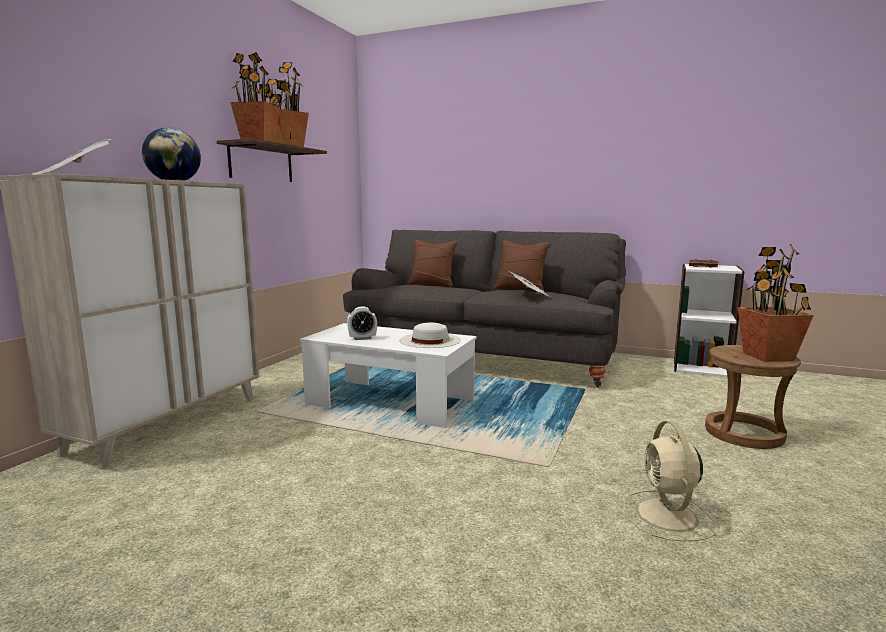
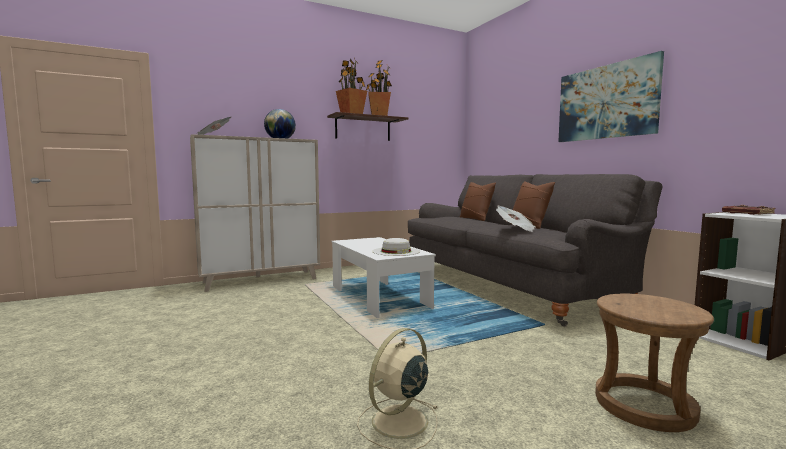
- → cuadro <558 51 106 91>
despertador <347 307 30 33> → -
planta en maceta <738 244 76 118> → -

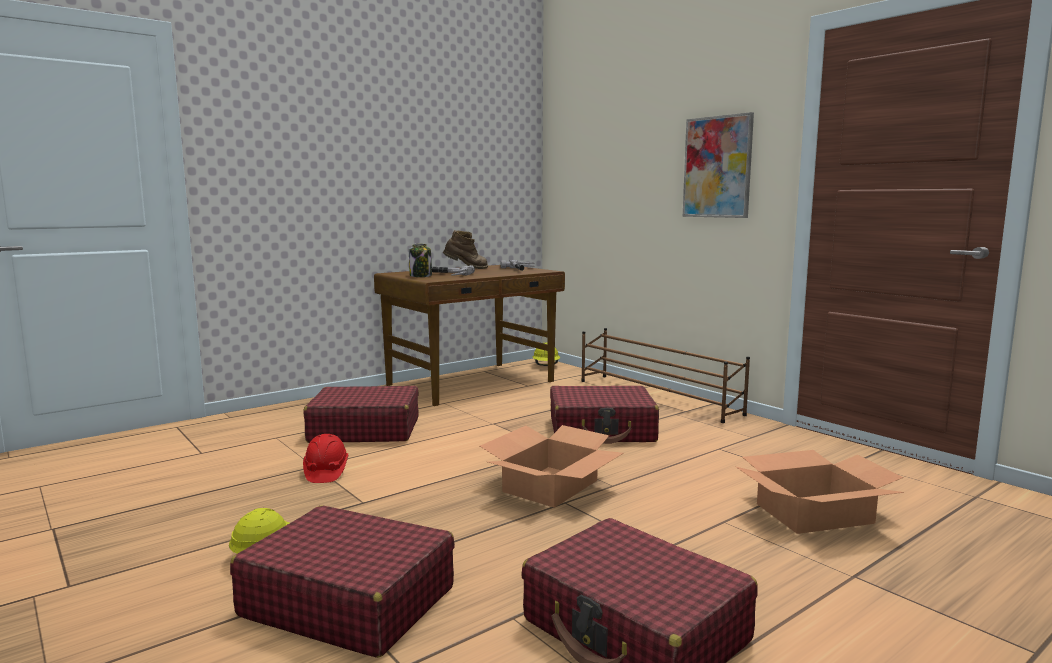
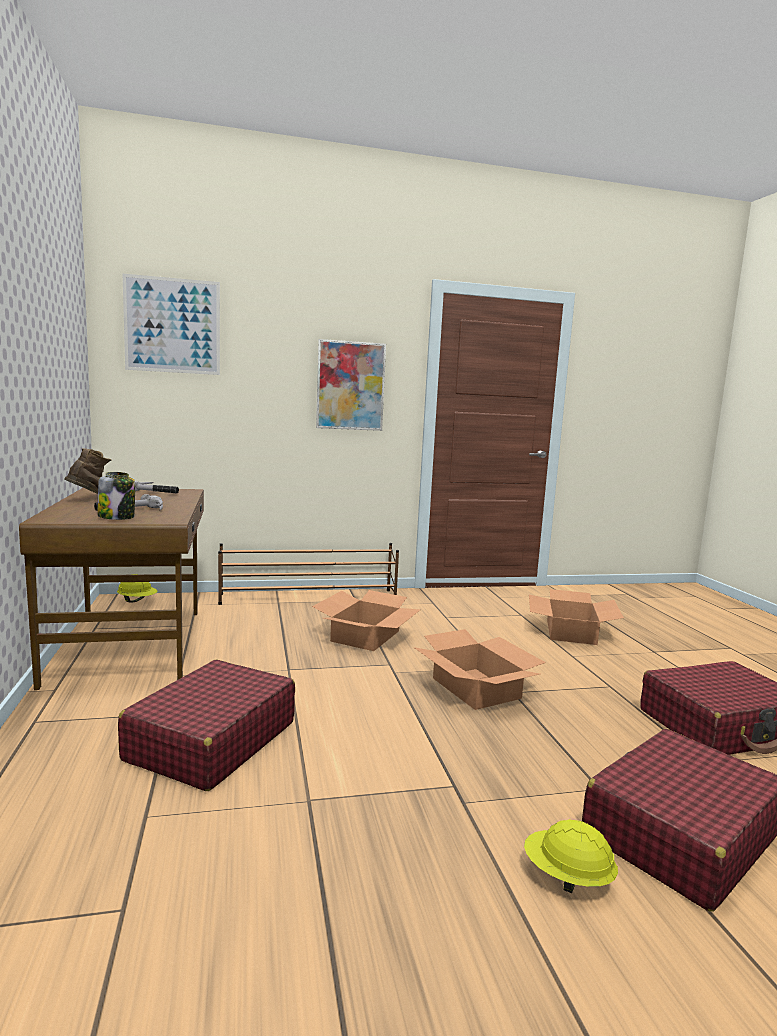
- → cuadro <123 274 97 101>
maleta (rojo) <550 386 109 58> → caja de cartón <312 590 109 61>
casco (rojo) <303 434 45 49> → -

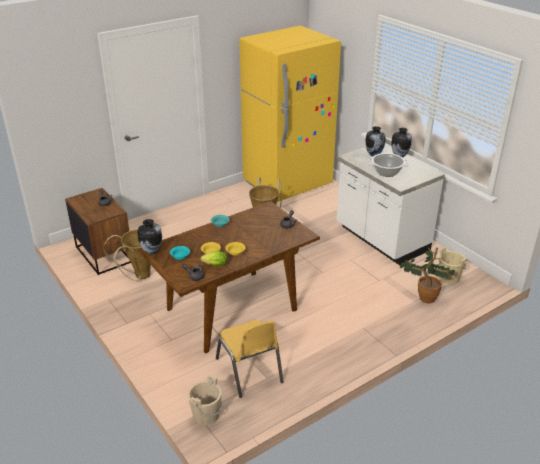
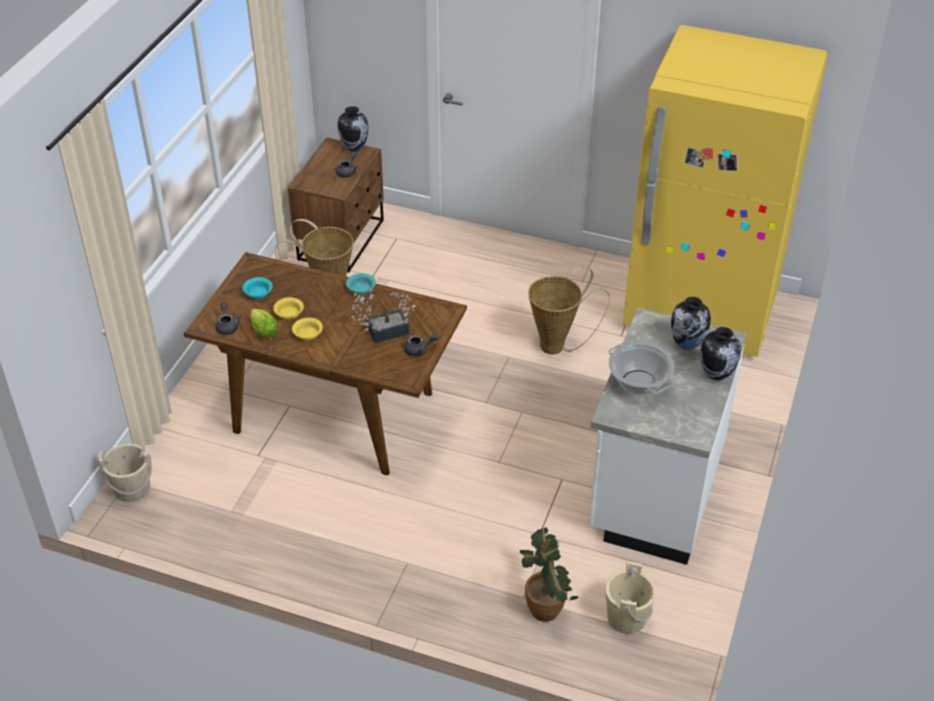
florero <137 219 25 35> → florero <338 106 30 46>, relocated
- → planta en maceta <352 289 63 54>
silla (amarillo) <216 320 68 78> → -

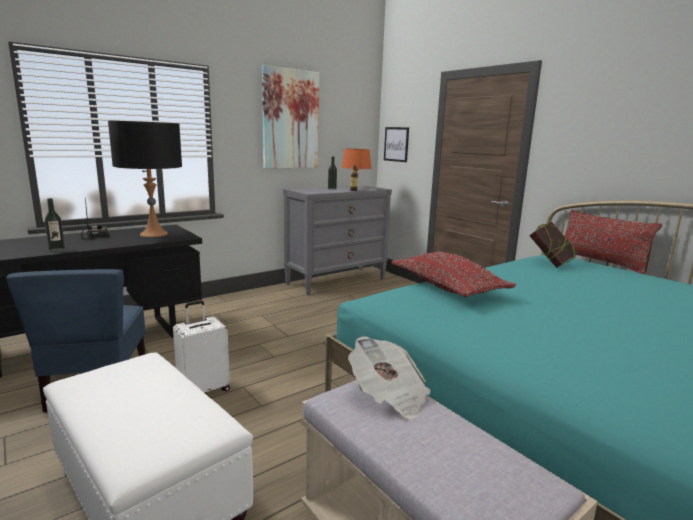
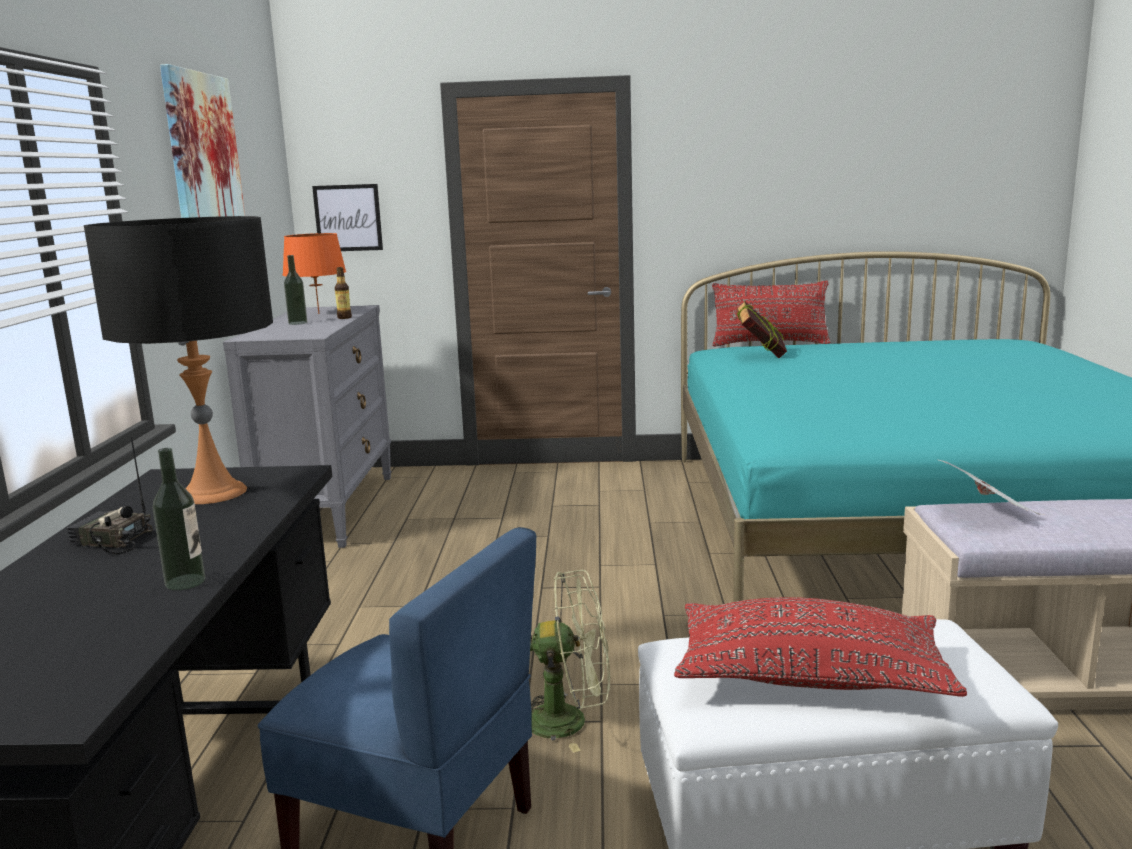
maleta (blanco) <173 301 57 92> → ventilador (verde) <530 570 80 183>
cojín (rojo) <391 252 125 45> → cojín (rojo) <674 597 293 100>, relocated

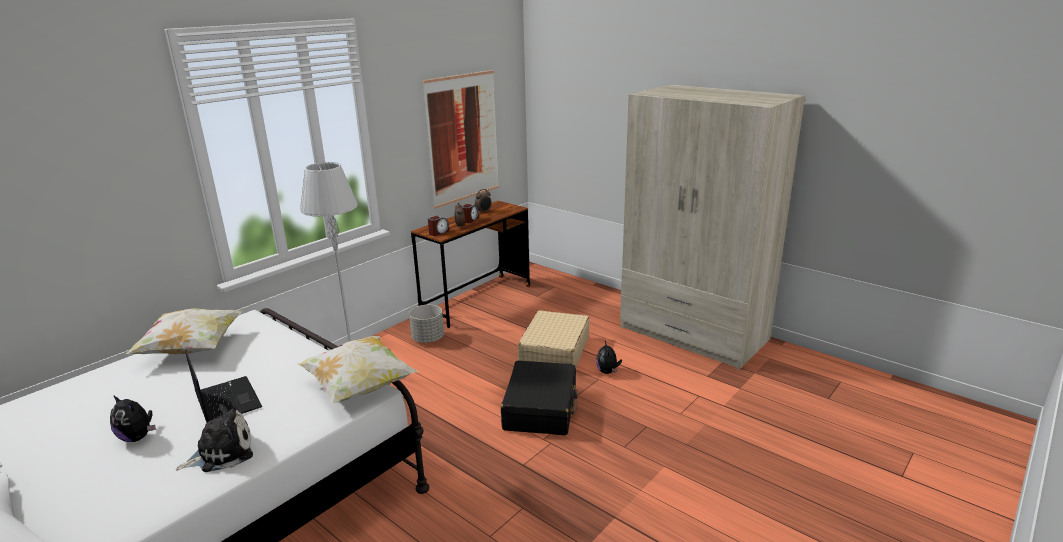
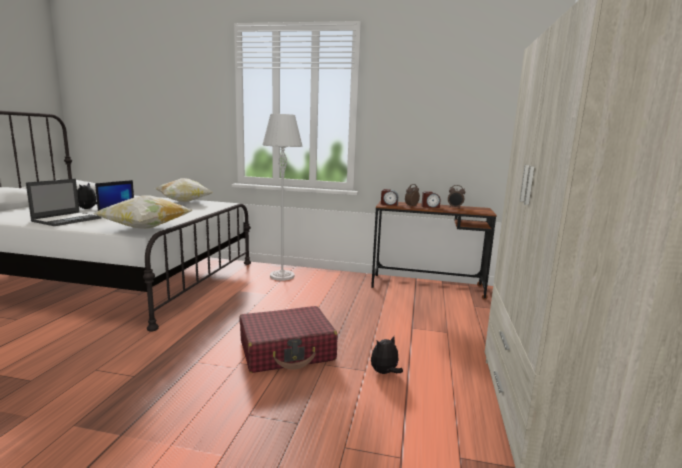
peluche <176 404 77 68> → portátil <26 179 76 47>
maleta (negro) <501 361 77 74> → maleta (rojo) <240 306 97 67>
maceta (gris) <409 305 35 38> → -
cuadro <422 70 77 139> → -
maleta (beis) <518 310 71 57> → -

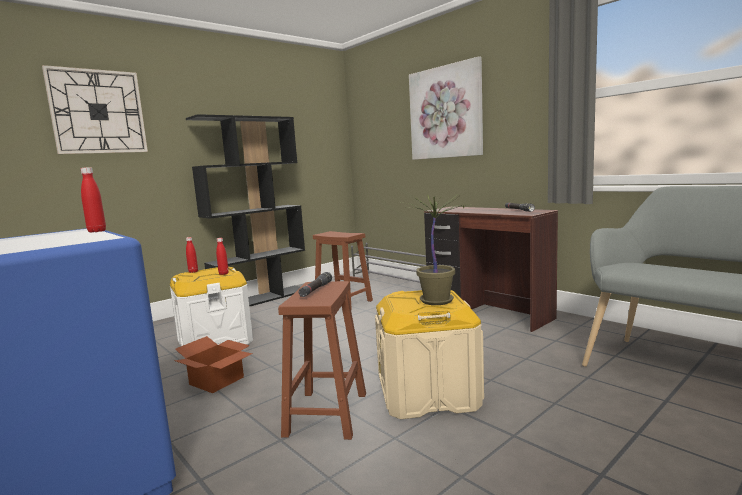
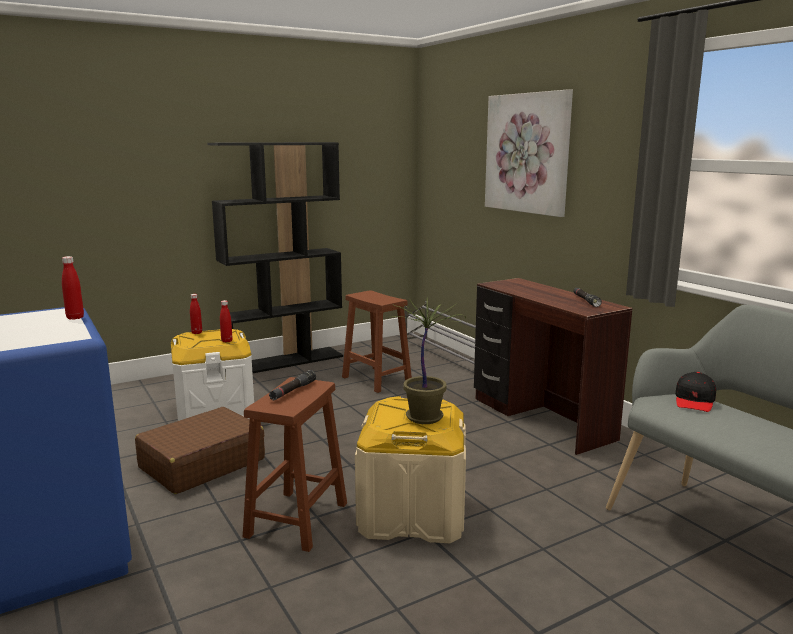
caja de cartón <174 336 79 57> → maleta (marrón) <135 407 130 87>
- → gorra (negro) <675 372 41 40>
reloj de pared <42 65 106 89> → -

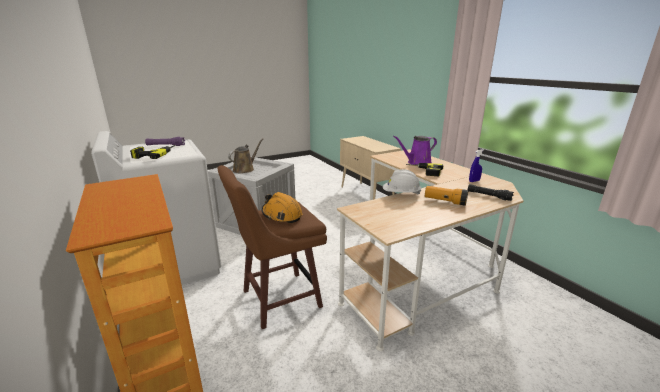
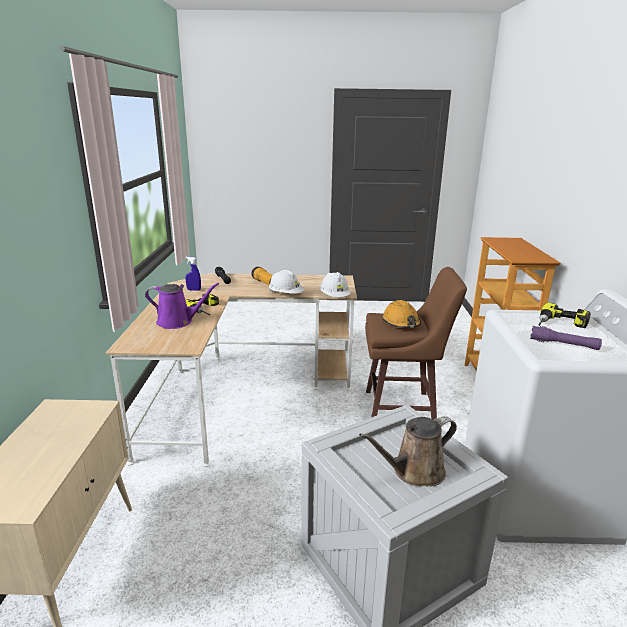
- → casco (blanco) <320 272 31 25>

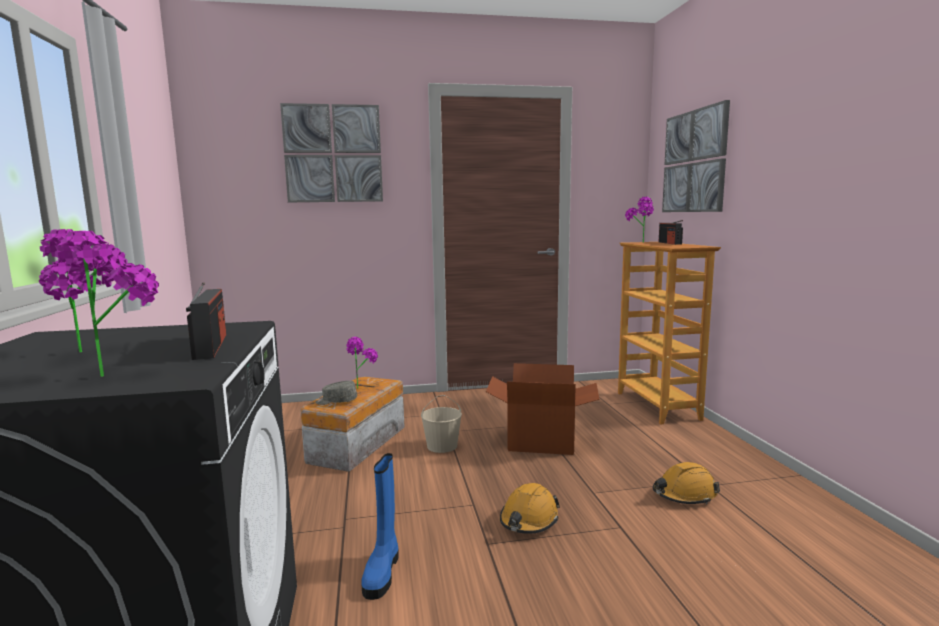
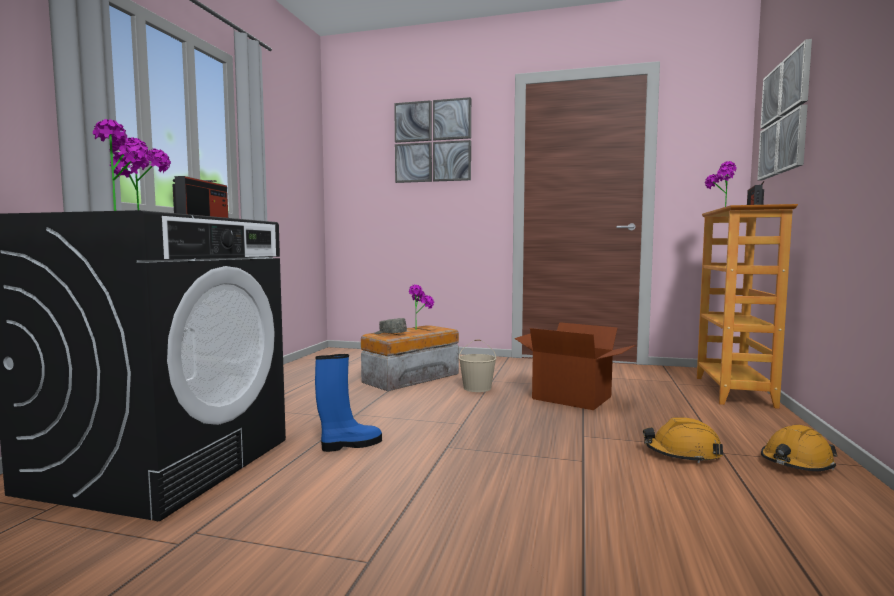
bota (azul) <361 453 38 147> → bota (azul) <315 354 67 98>, 150 degrees counterclockwise
casco (naranja) <500 483 60 51> → casco (naranja) <761 425 76 46>, relocated

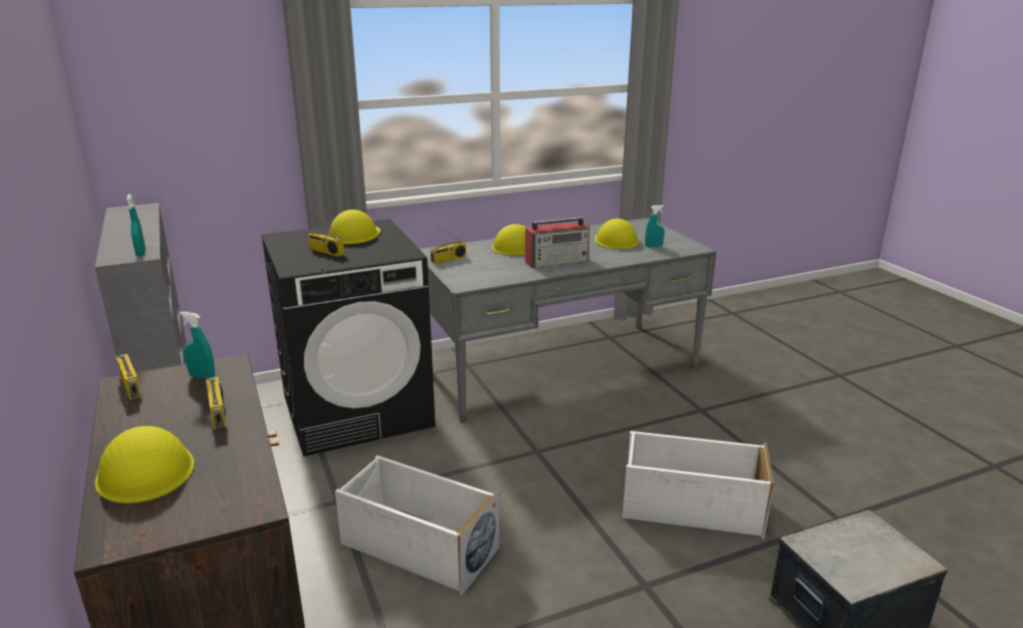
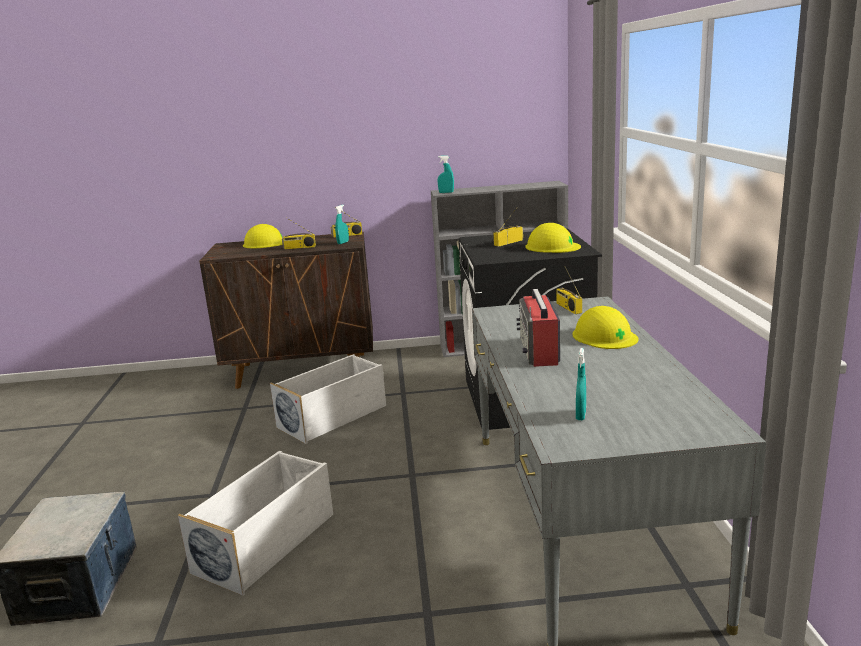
casco (amarillo) <595 219 44 30> → -

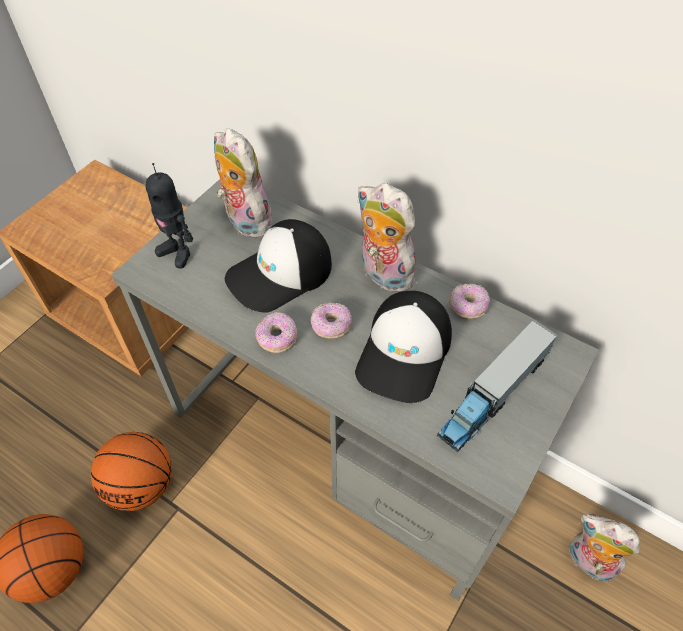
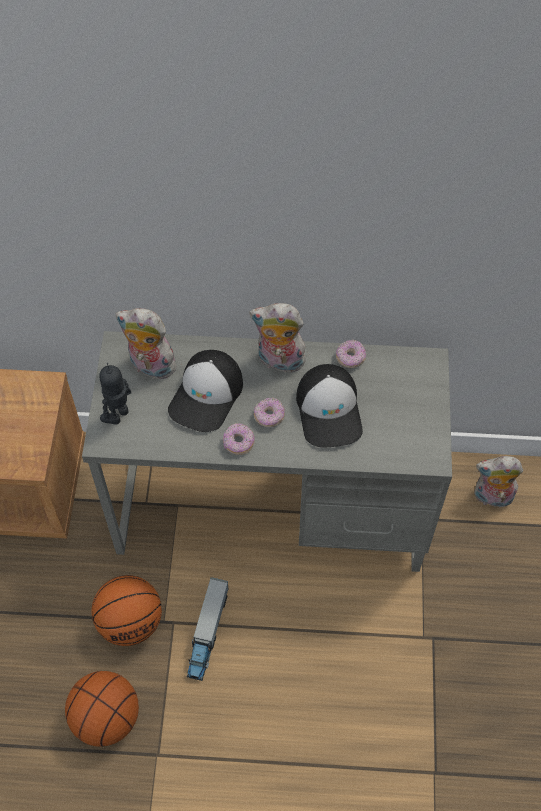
robot de juguete <146 163 47 105> → robot de juguete <99 363 32 62>, 120 degrees clockwise
camión de juguete <437 319 121 133> → camión de juguete <187 577 41 104>, relocated

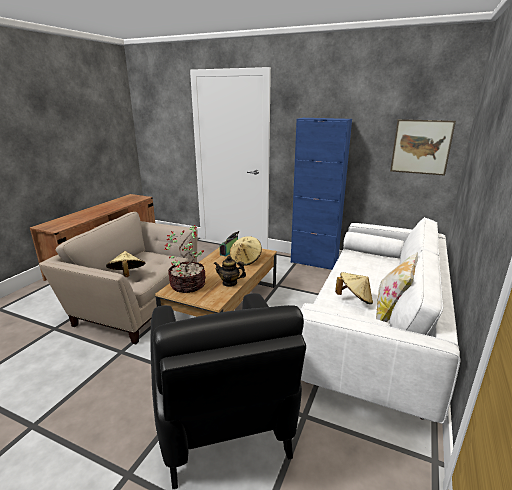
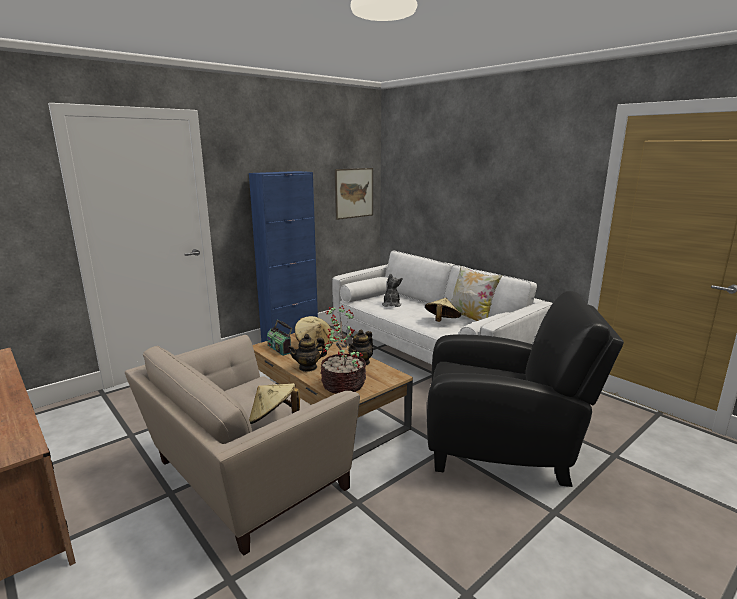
- → tetera <288 334 39 38>
- → peluche <382 273 20 34>

